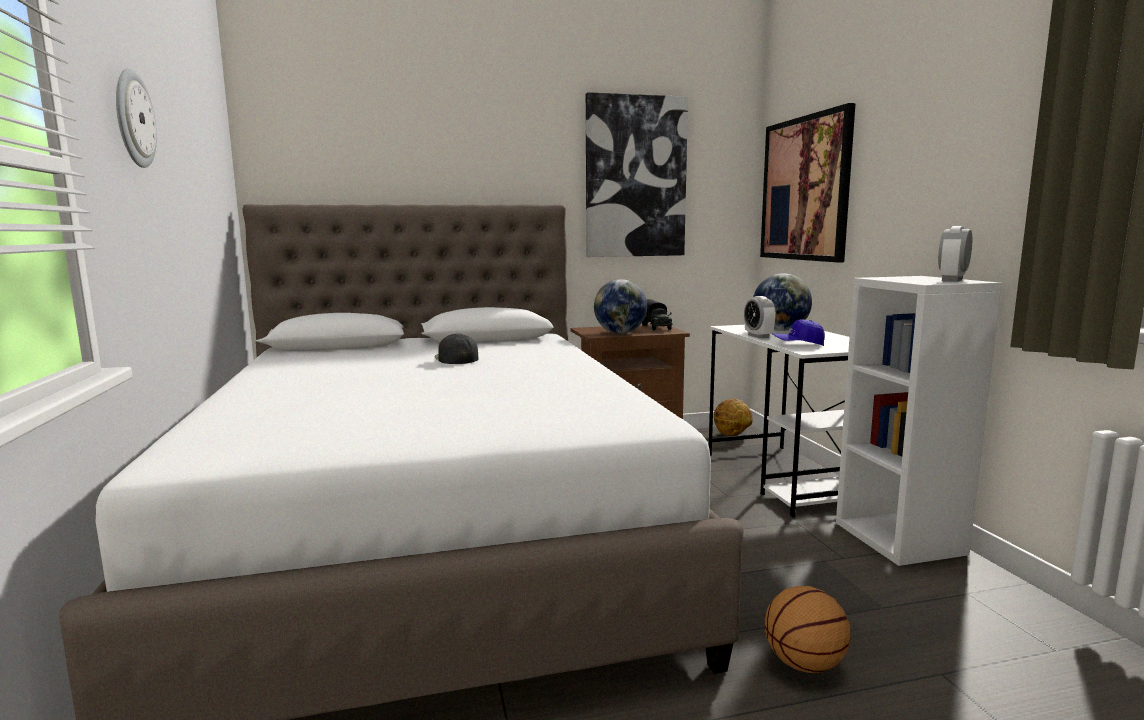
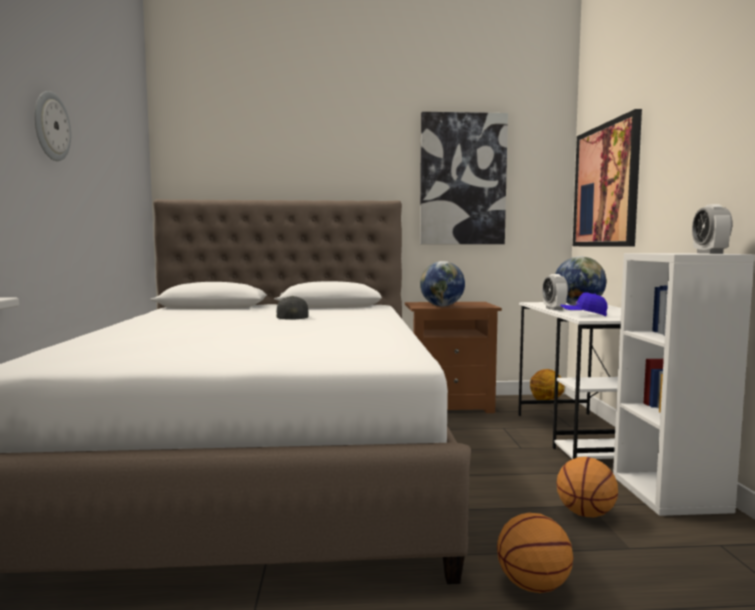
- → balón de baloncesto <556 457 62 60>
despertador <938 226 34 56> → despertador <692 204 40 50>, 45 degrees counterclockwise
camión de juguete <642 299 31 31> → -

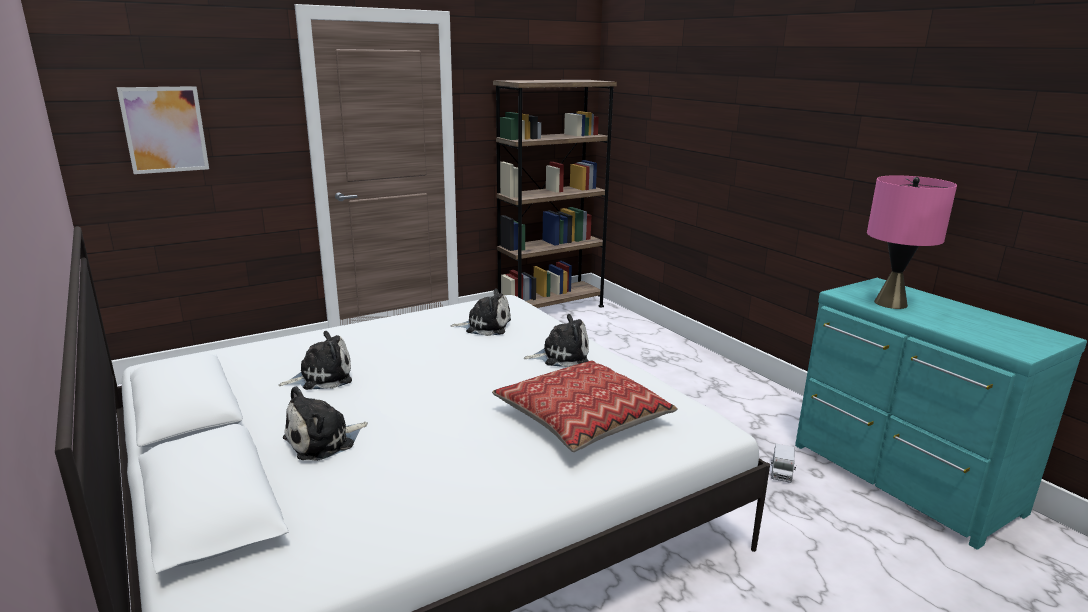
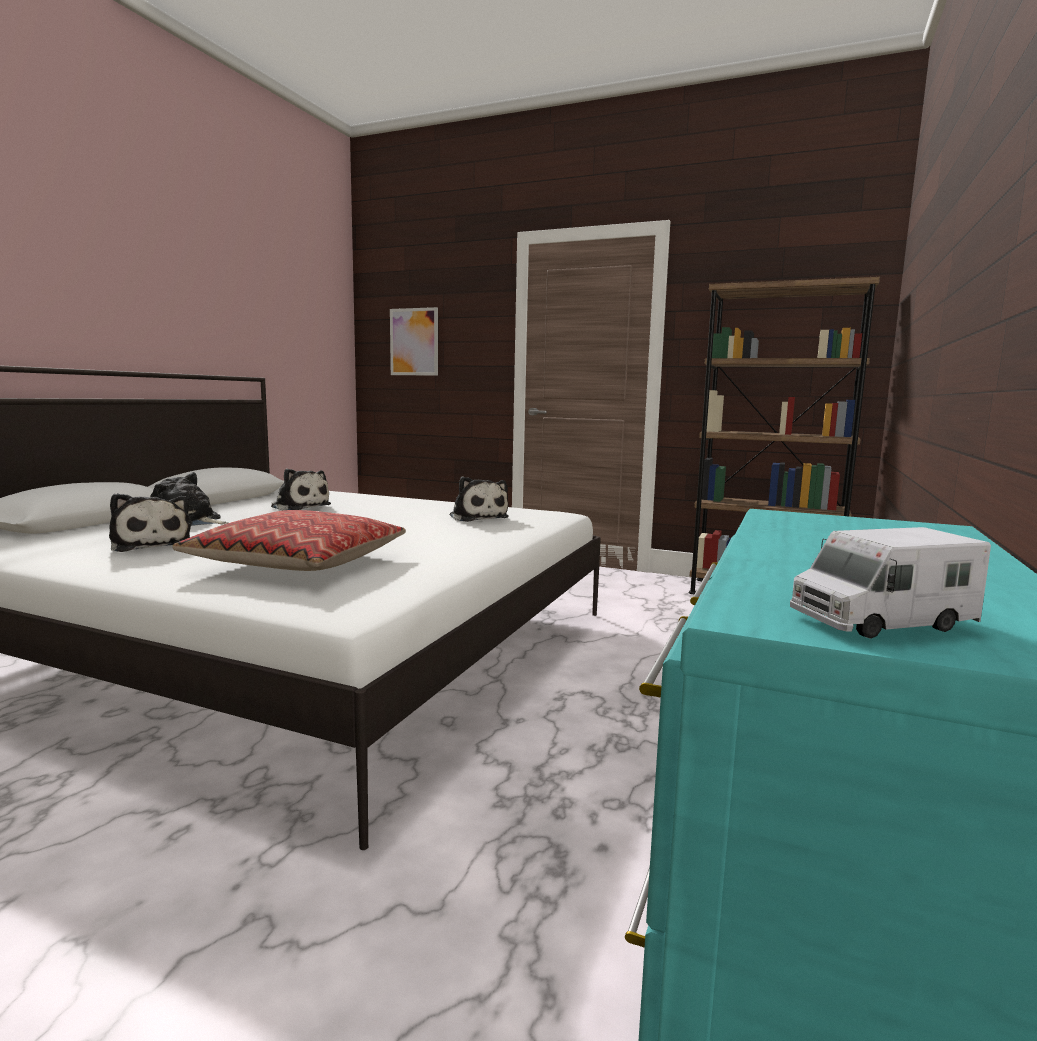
peluche <524 314 65 53> → peluche <109 493 82 59>, relocated
camión de juguete <771 444 25 39> → camión de juguete <790 527 201 112>, relocated
lámpara de mesa (rosa) <867 175 90 134> → -

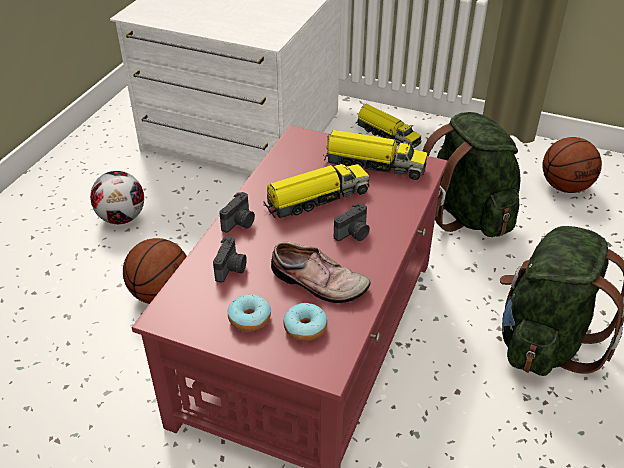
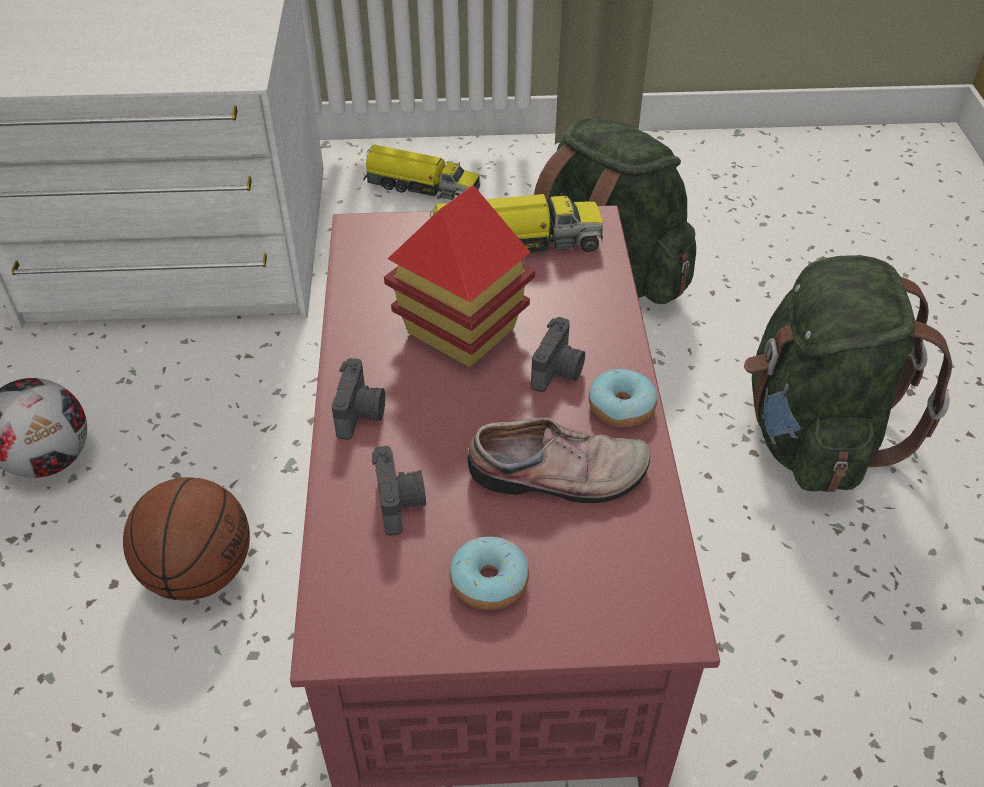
camión de juguete <264 163 105 56> → casita <384 185 151 182>
rosquilla <284 303 43 38> → rosquilla <589 369 68 58>, relocated
balón de baloncesto <542 137 60 56> → -

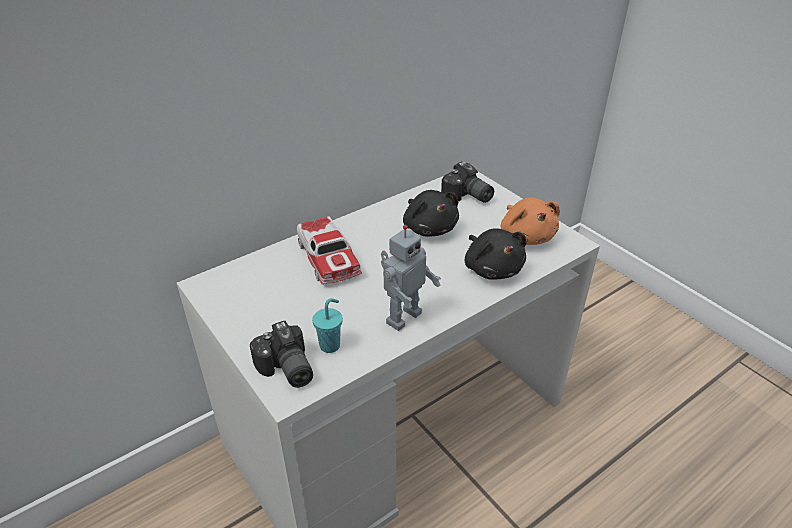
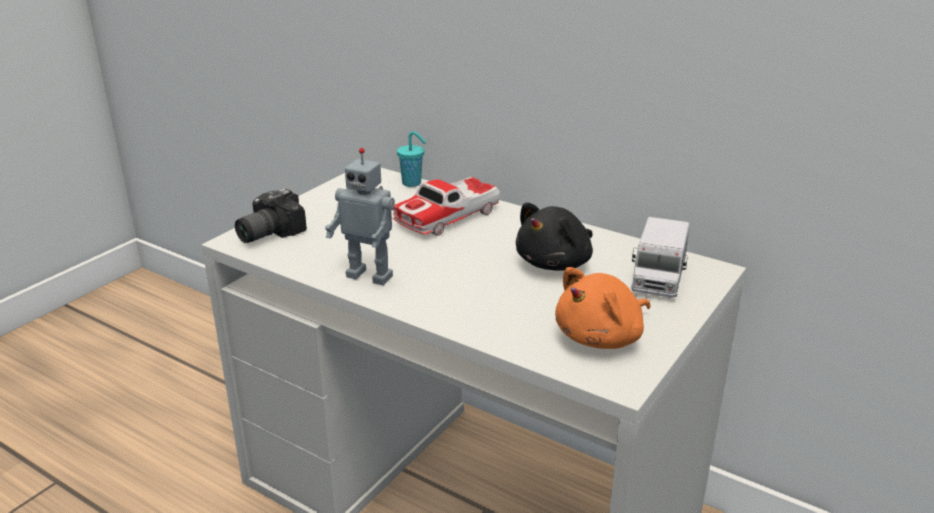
taza (turquesa) <312 298 31 55> → taza (turquesa) <397 131 29 56>, relocated
cámara <441 161 53 42> → camión de juguete <632 217 58 81>
peluche (negro) <465 228 62 51> → -

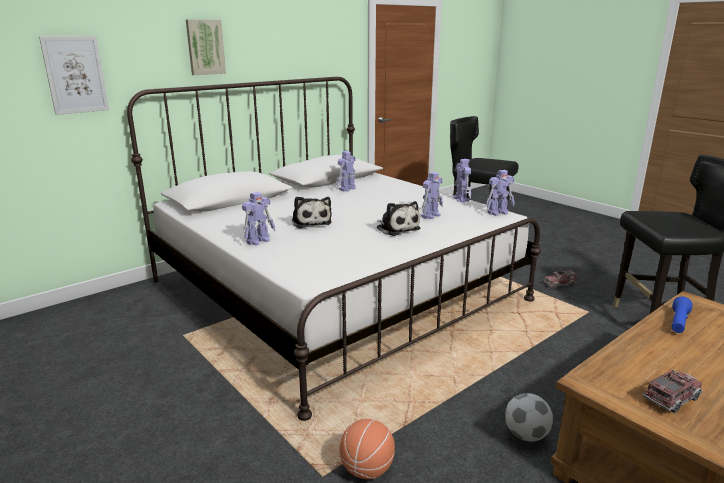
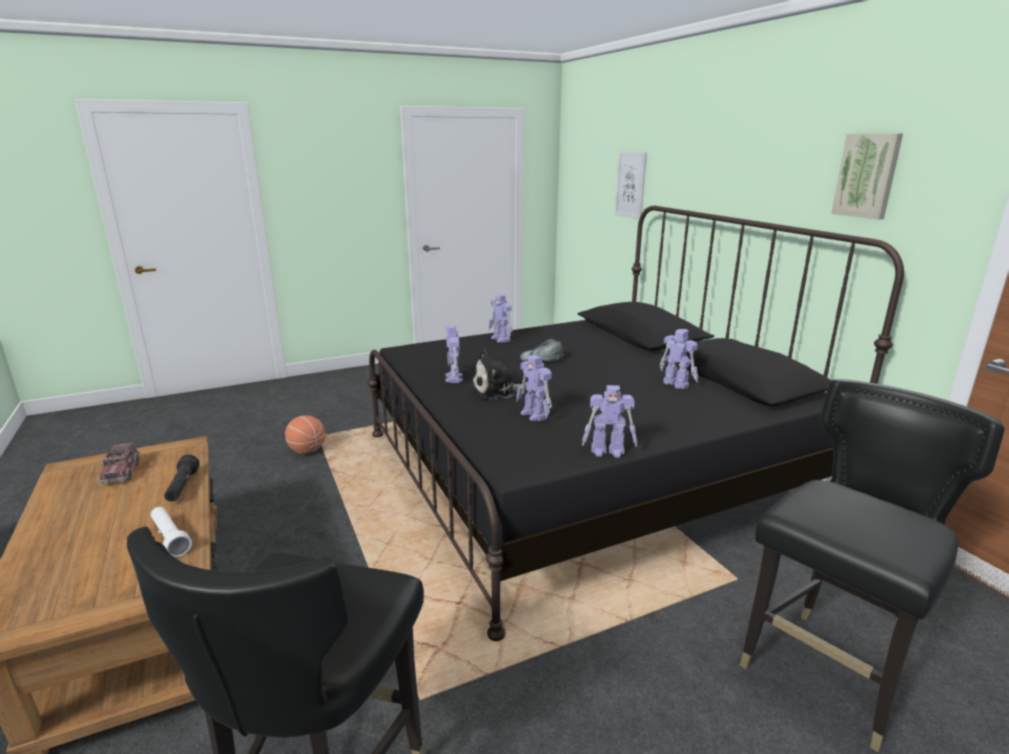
linterna (azul) <672 297 20 36> → linterna (blanco) <151 507 41 50>
- → linterna (negro) <164 455 36 47>
cama (blanco) <127 77 414 344> → cama (negro) <368 206 536 435>
robot de juguete <486 170 29 46> → robot de juguete <445 325 18 58>, relocated
peluche <292 197 40 32> → gorra (gris) <520 339 44 22>
cuadro <186 20 40 55> → cuadro <831 133 72 87>, relocated
balón de fútbol <505 393 48 49> → -
camión de juguete <544 269 35 20> → -

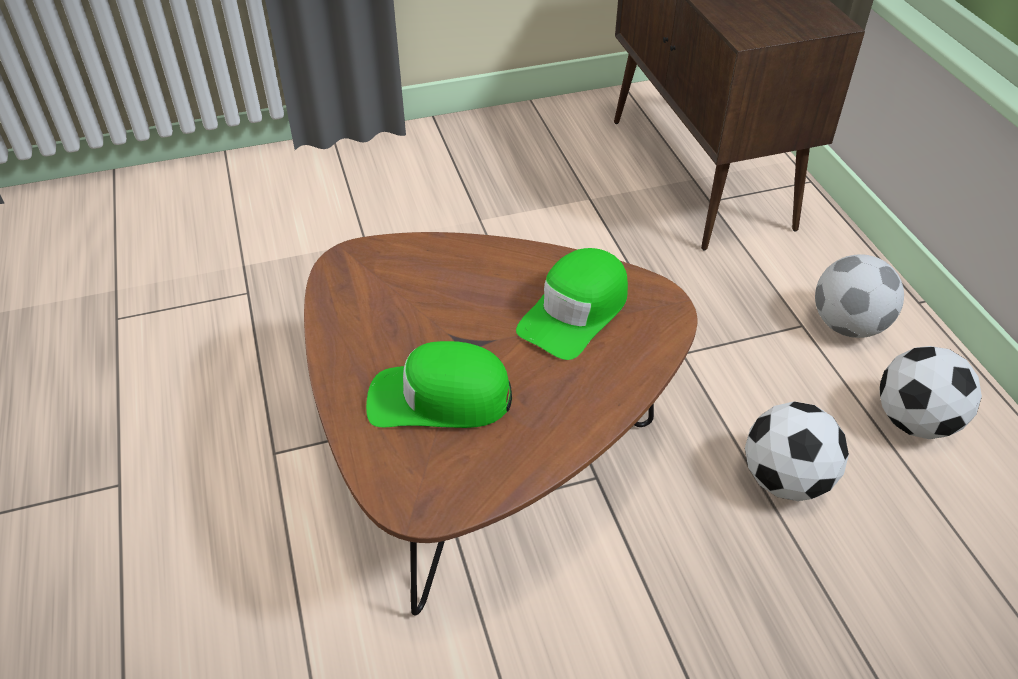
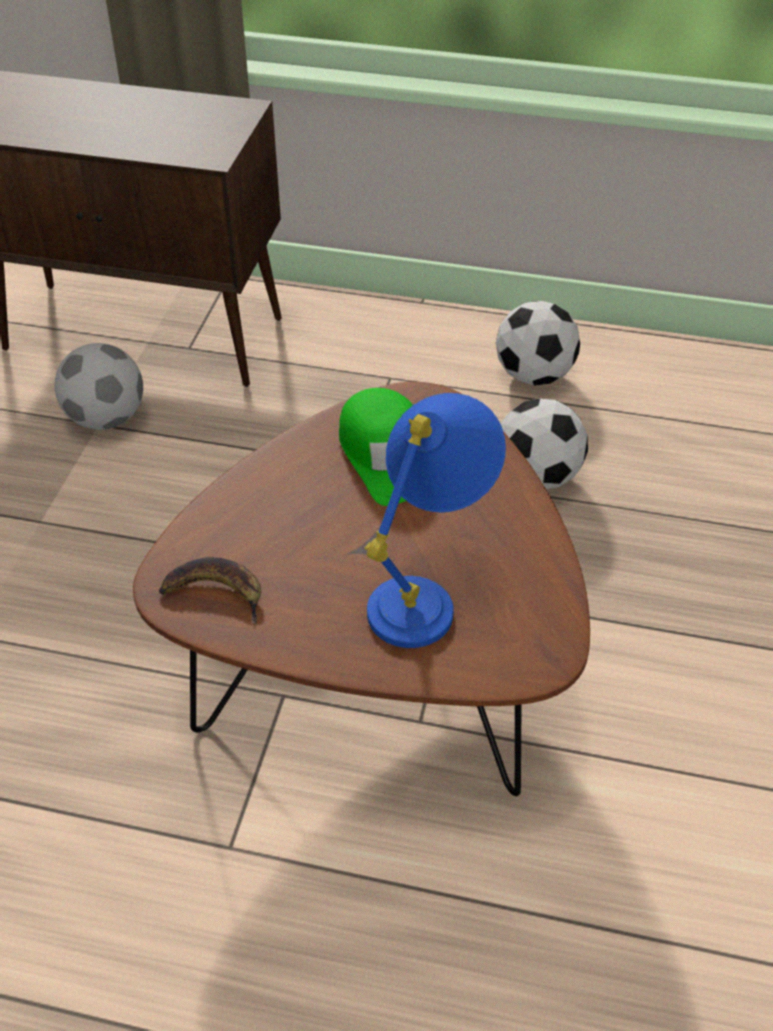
balón de fútbol <815 254 89 84> → balón de fútbol <55 343 88 87>, relocated
- → plátano <159 557 102 67>
gorra (verde) <366 341 146 87> → lámpara de mesa (azul) <365 393 141 255>

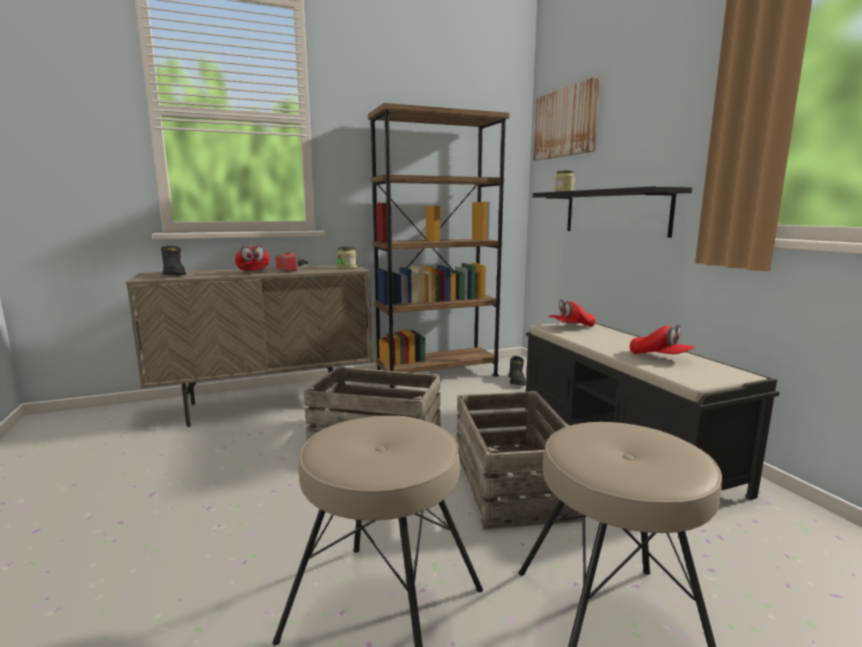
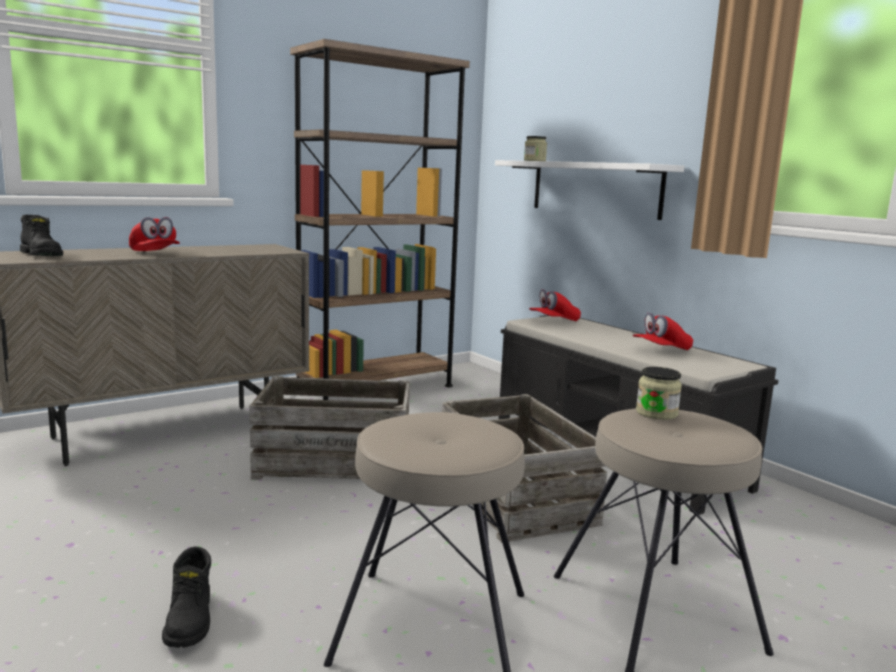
bota (negro) <509 356 17 30> → bota (negro) <162 547 49 101>, relocated
estante (negro) <533 186 159 52> → estante (blanco) <495 160 190 60>
gorra (rojo) <630 324 65 30> → gorra (rojo) <633 312 60 38>, 120 degrees clockwise
tarro <337 247 20 22> → tarro <636 367 46 53>, relocated
linterna <275 252 33 20> → -
cuadro <533 76 67 84> → -

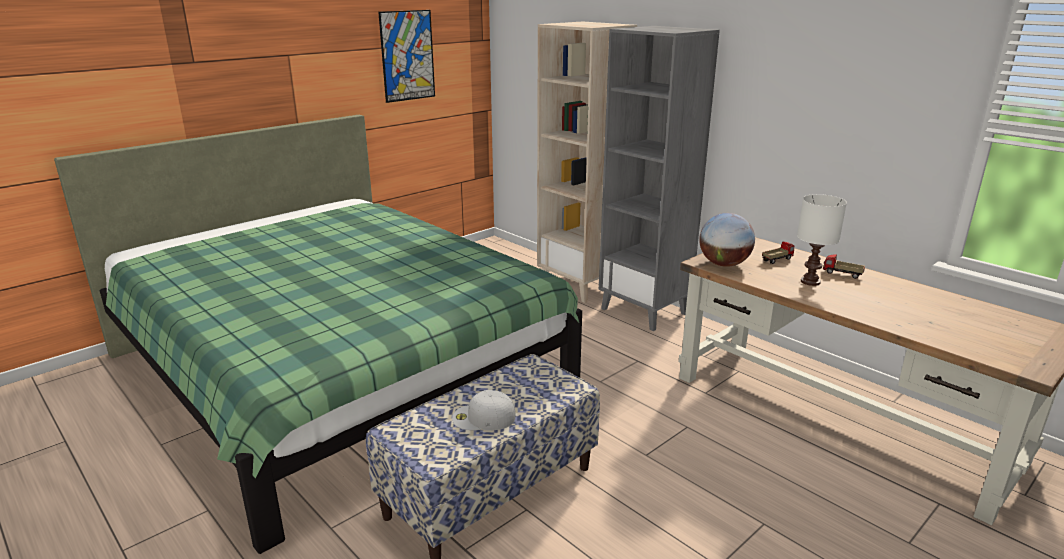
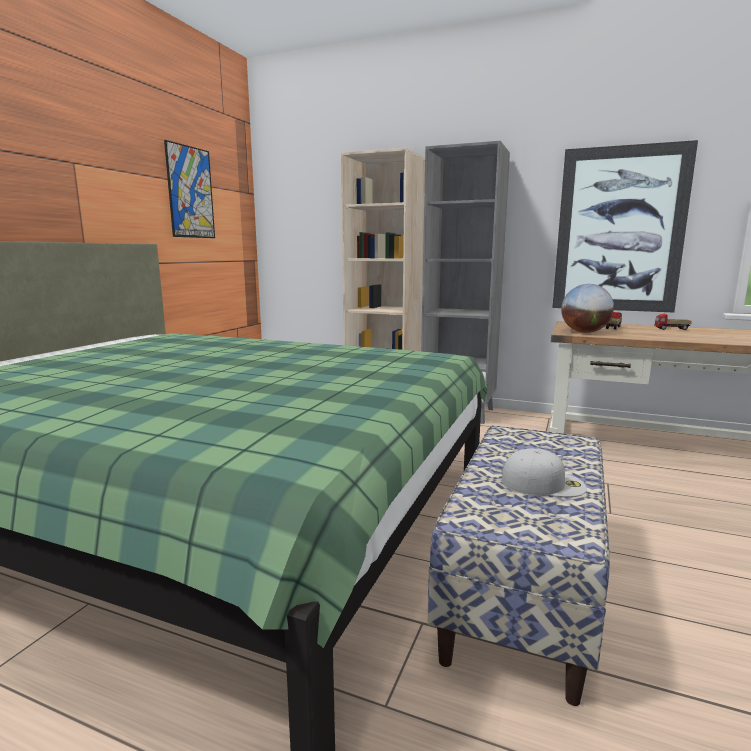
gorra (blanco) <452 390 64 40> → gorra (blanco) <502 448 85 49>, 150 degrees counterclockwise
- → cuadro <552 140 146 172>
lámpara de mesa (blanco) <797 194 50 92> → -

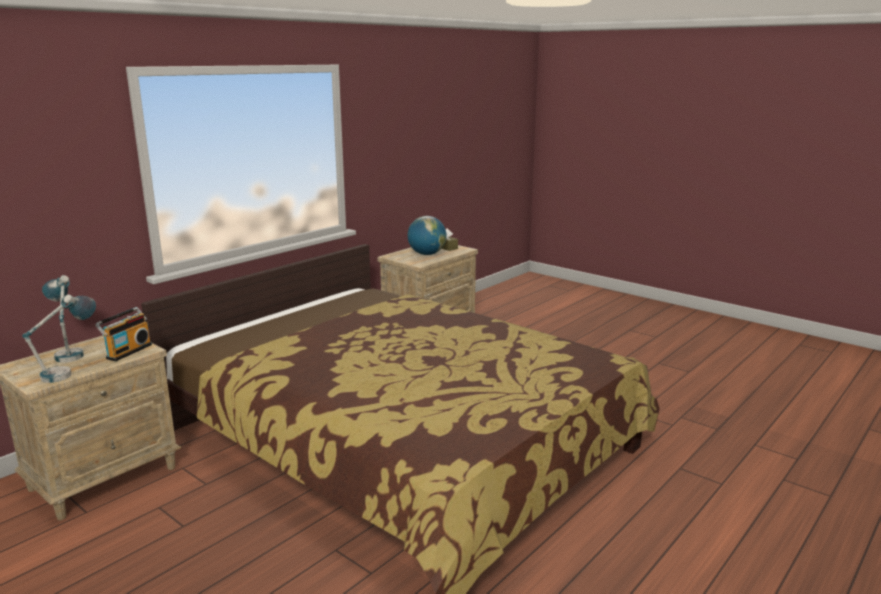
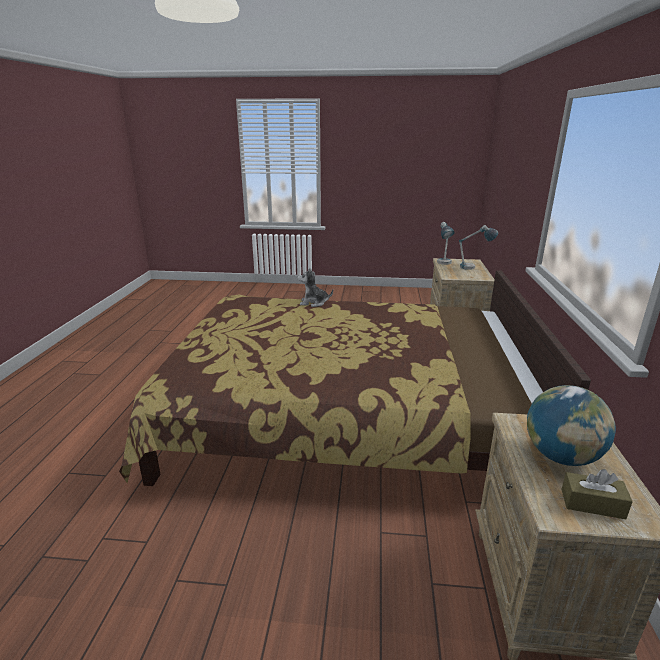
- → peluche <297 268 36 39>
radio <95 307 57 54> → -

